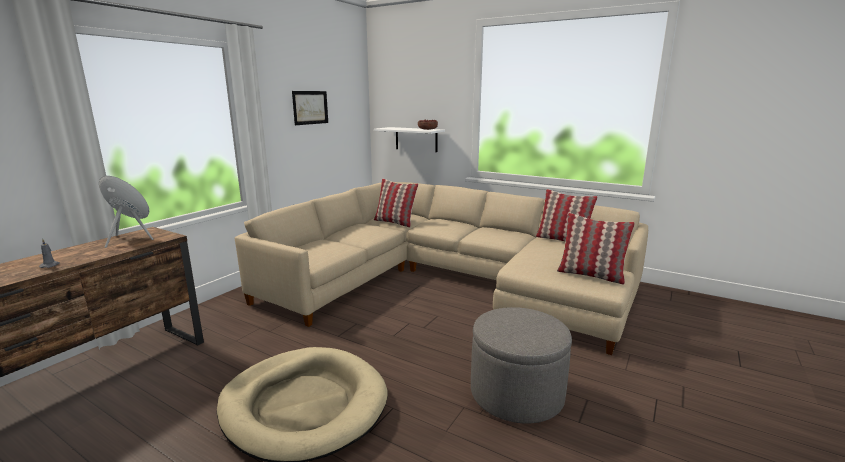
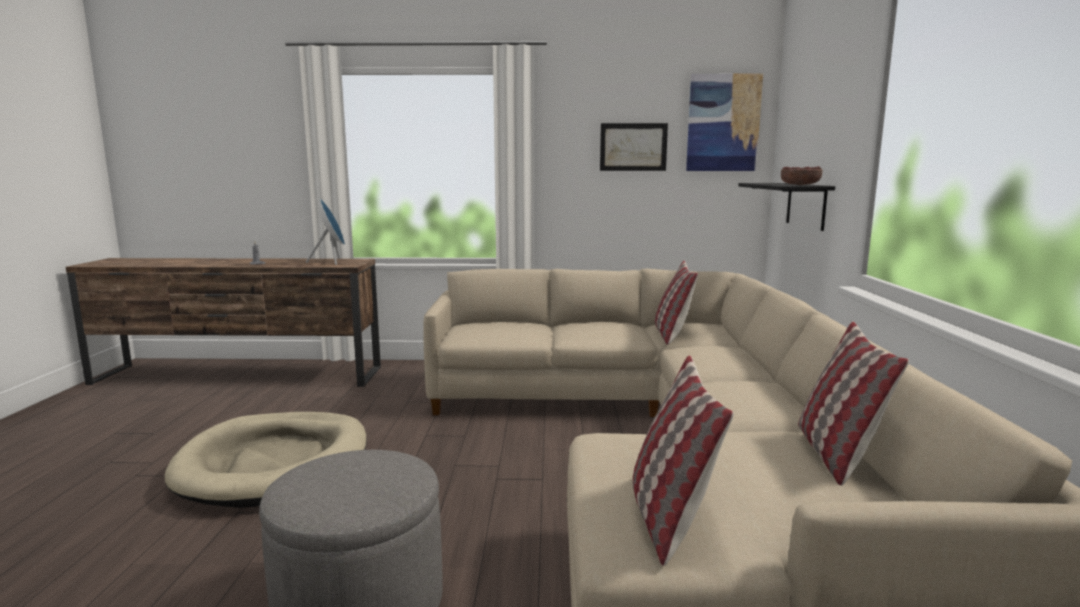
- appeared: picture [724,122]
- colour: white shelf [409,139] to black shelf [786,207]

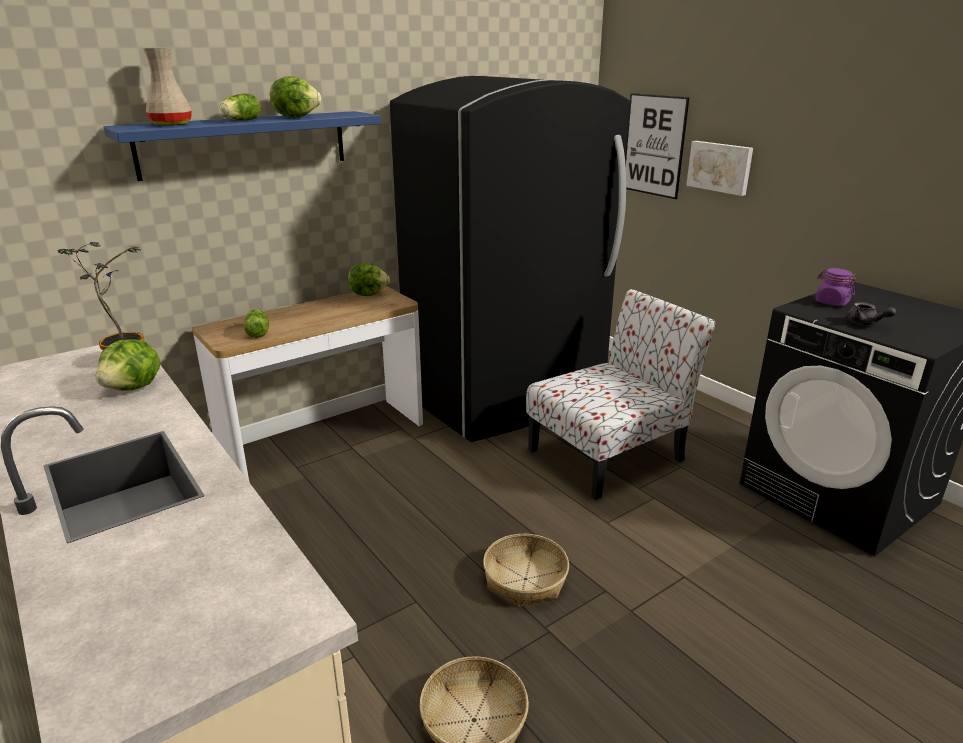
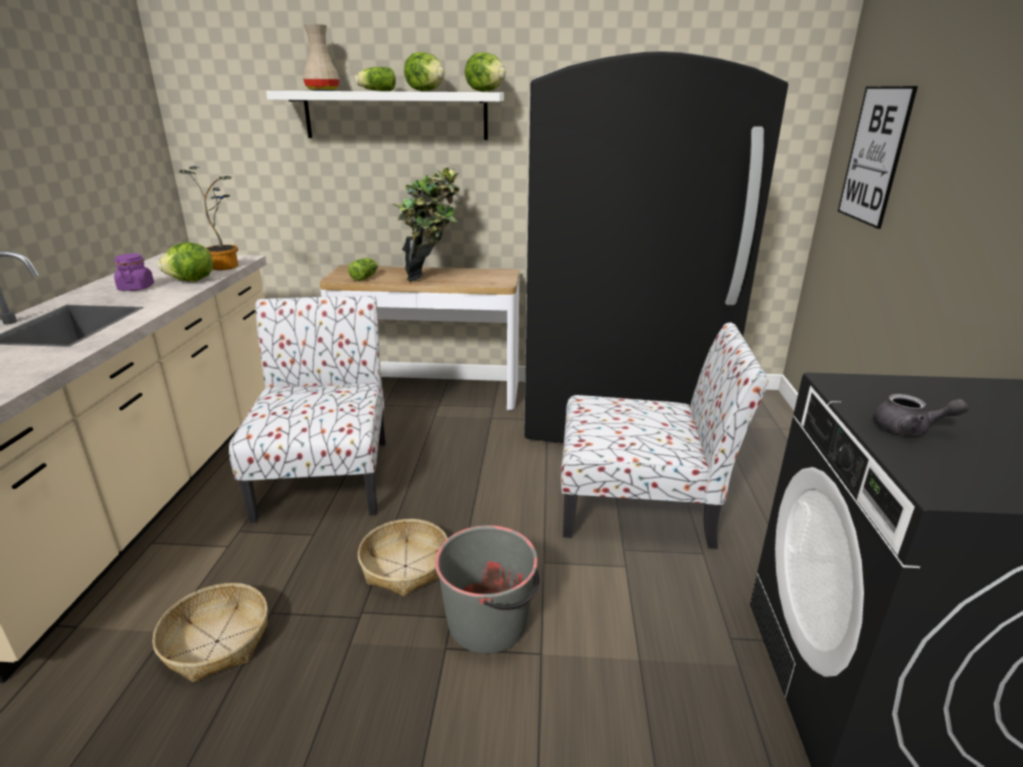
- relocated: purple jar [836,287] to [134,272]
- appeared: chair [307,409]
- colour: blue shelf [242,146] to white shelf [385,115]
- appeared: potted plant [426,224]
- appeared: grey bucket [487,589]
- relocated: lettuce [369,279] to [485,72]
- spun: grey teapot [871,313] = [921,415] 75 degrees counterclockwise
- missing: picture [719,168]

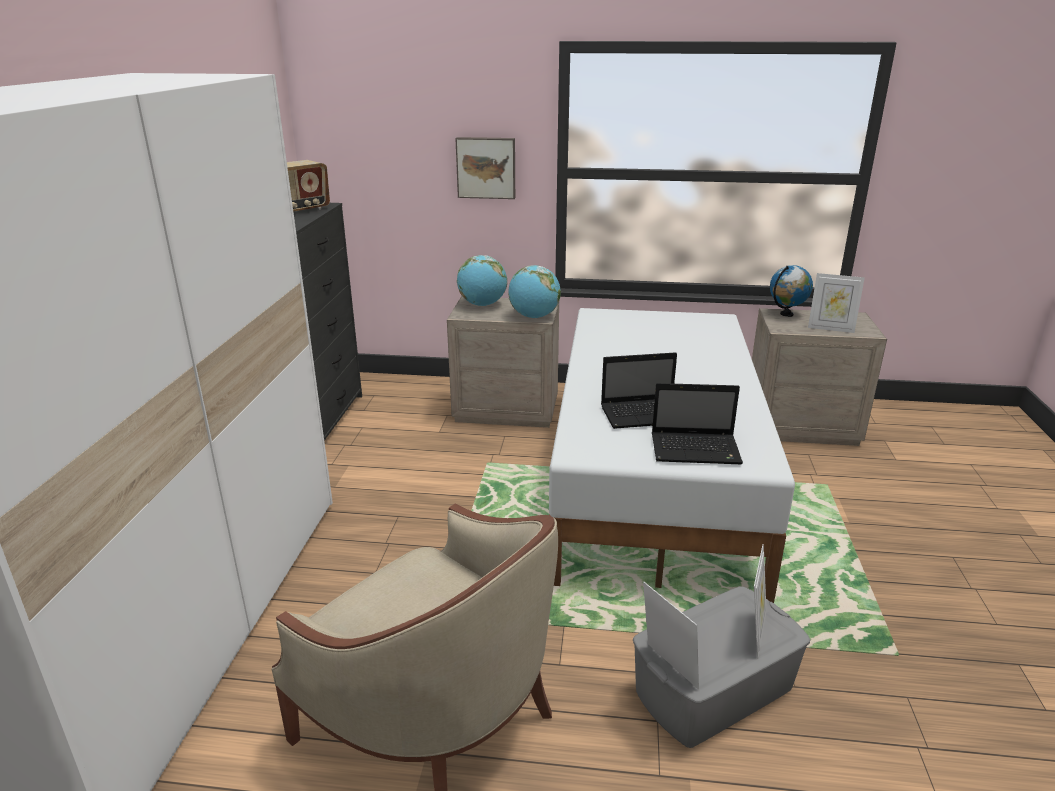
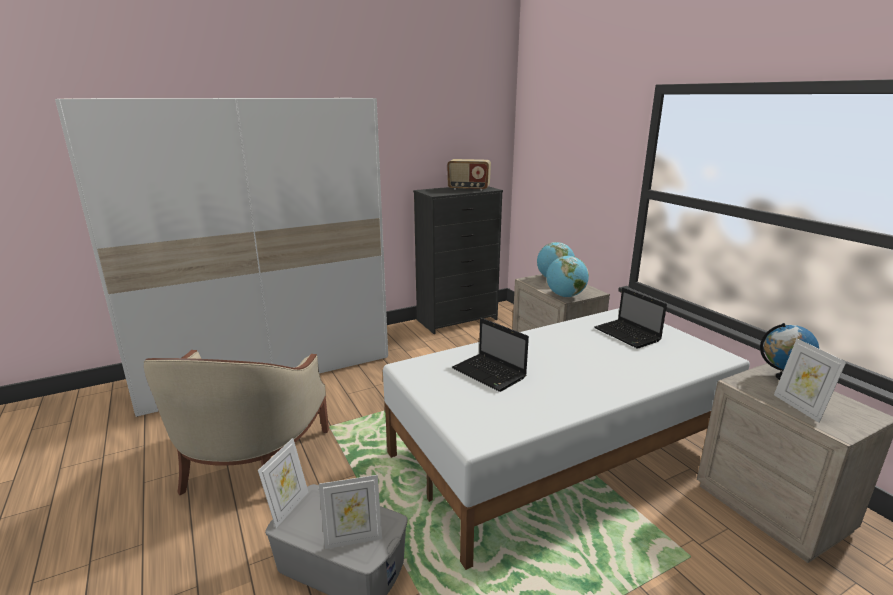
- relocated: laptop [697,423] to [630,318]
- missing: picture [485,168]

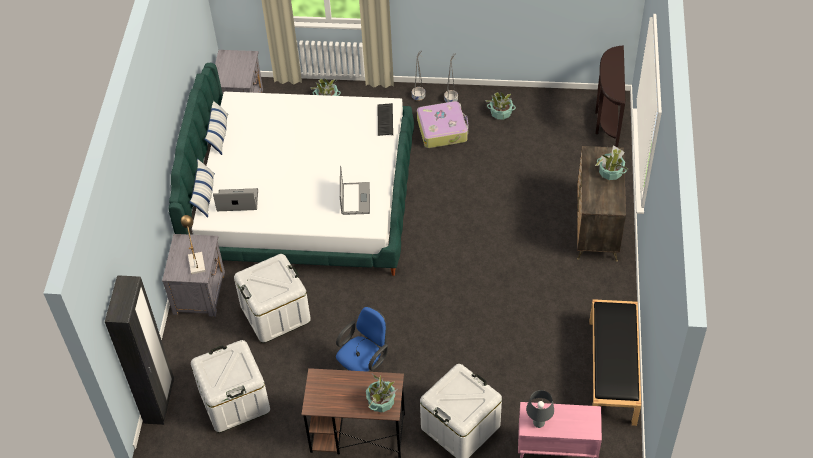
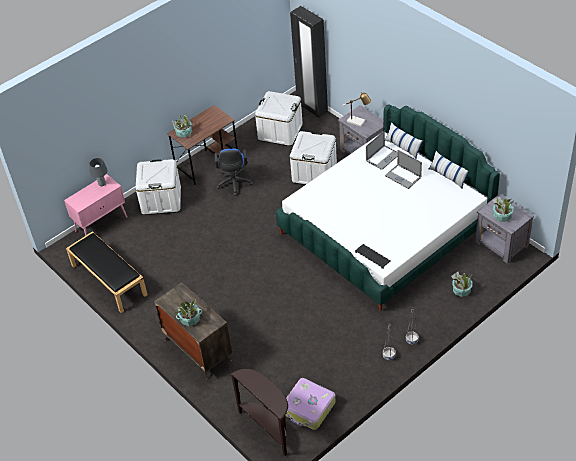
- relocated: suitcase [443,124] to [310,404]
- relocated: laptop [355,190] to [403,169]
- relocated: potted plant [500,106] to [503,209]

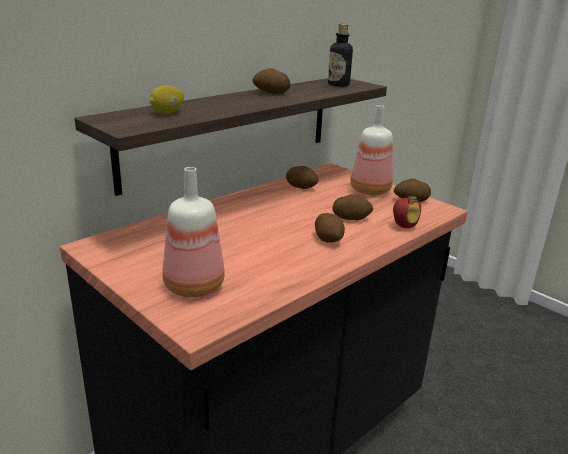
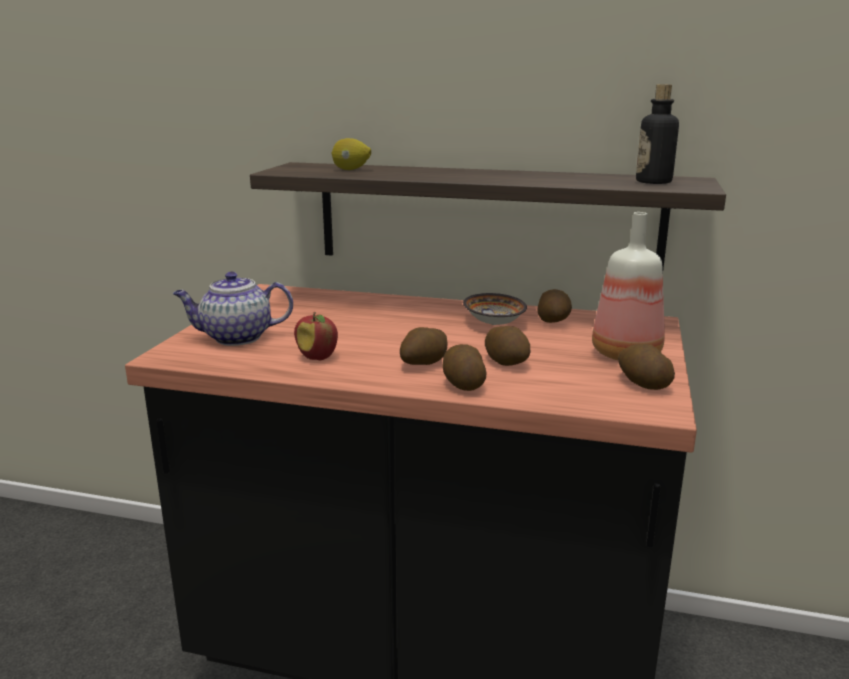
- exchanged: bottle [193,232] to teapot [233,309]
- relocated: apple [407,212] to [316,336]
- relocated: potato [272,81] to [465,367]
- appeared: bowl [495,309]

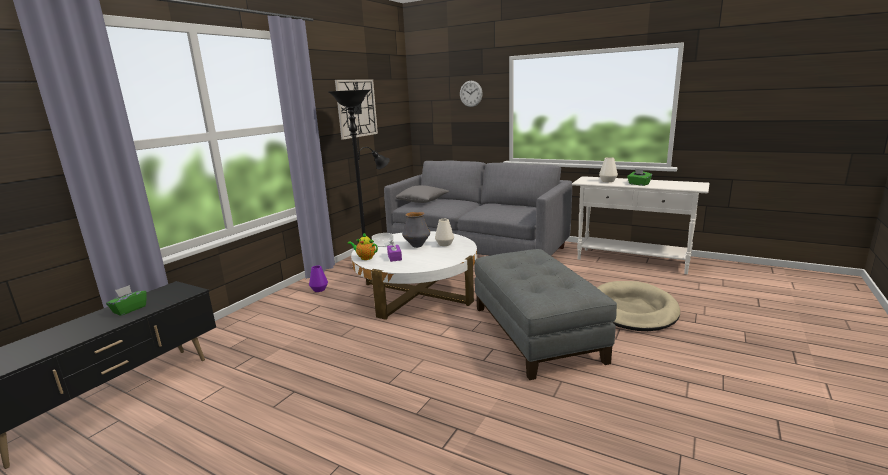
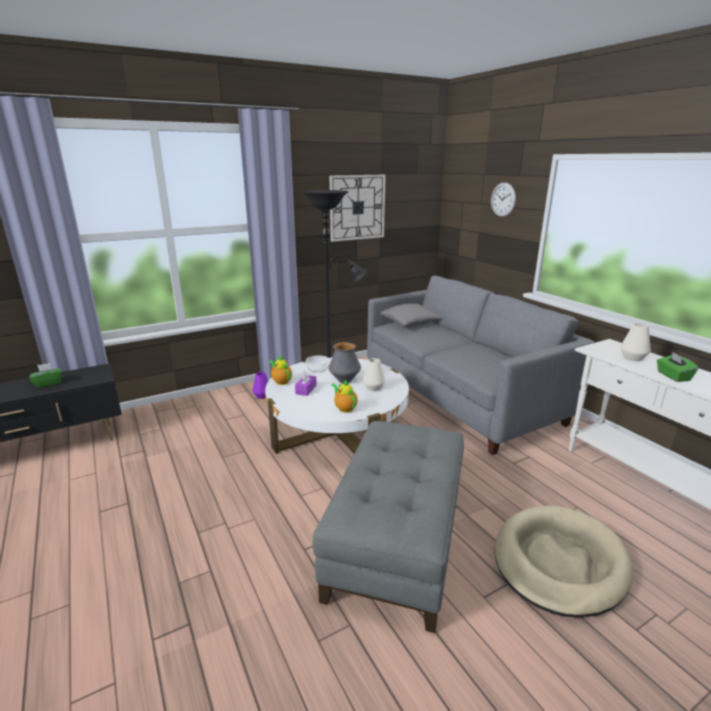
- appeared: teapot [344,396]

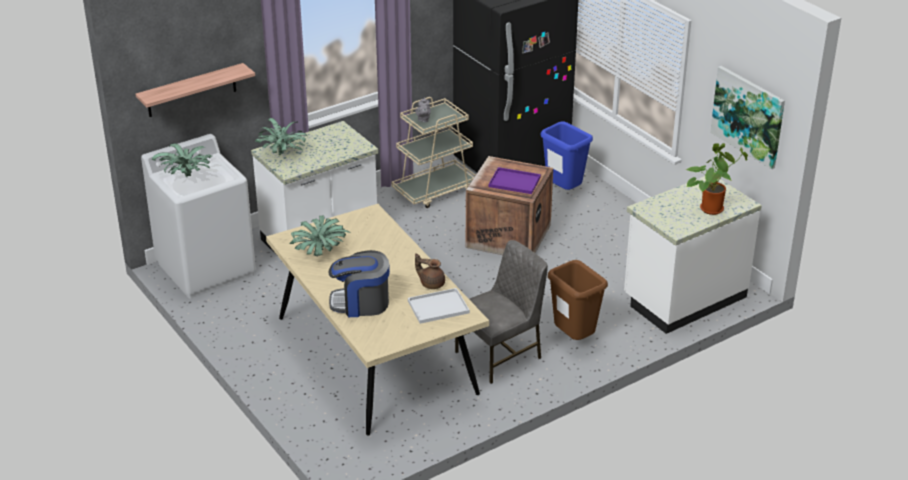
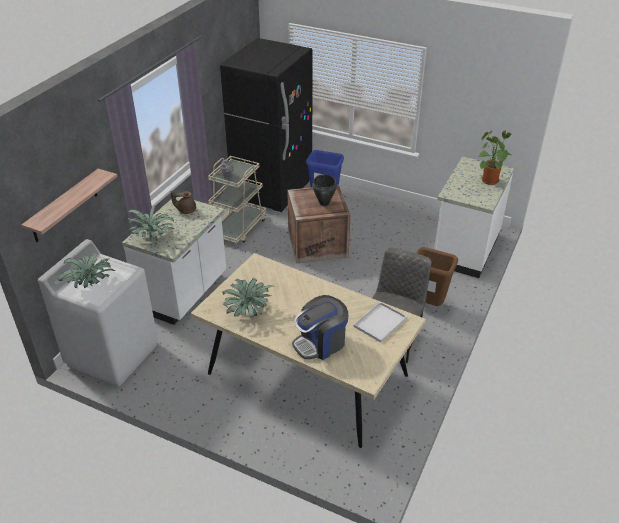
- relocated: brown teapot [430,271] to [183,202]
- exchanged: purple tray [514,180] to black cooking pot [324,190]
- missing: picture [747,117]

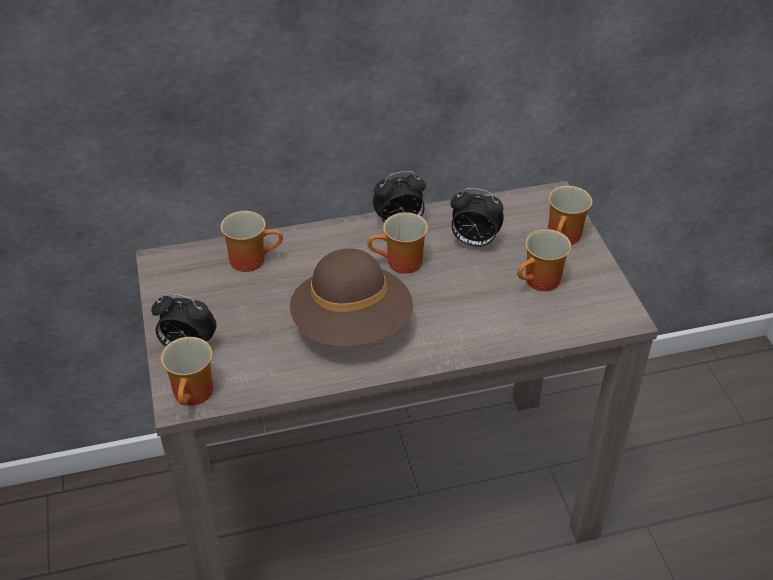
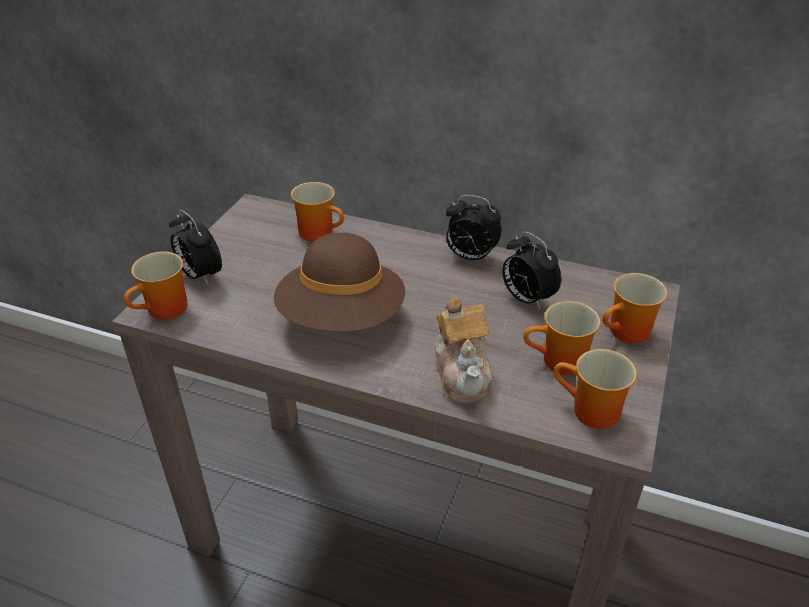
- appeared: teapot [464,350]
- relocated: mug [397,243] to [595,389]

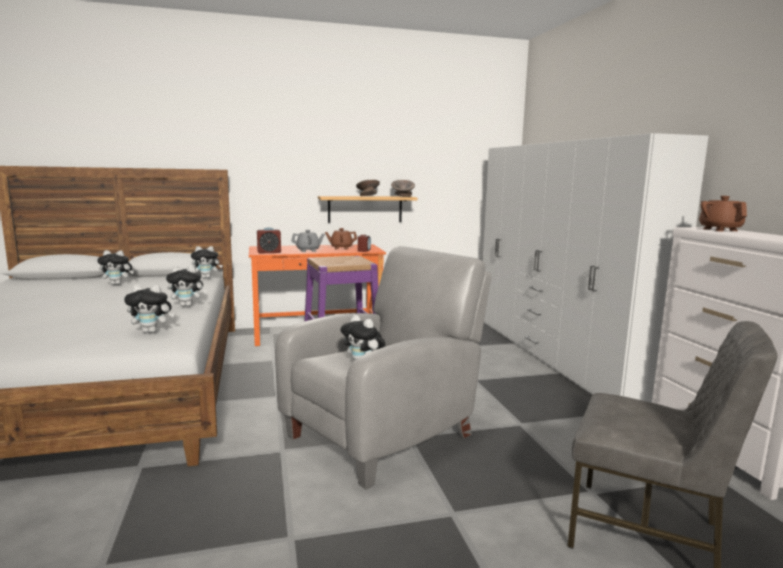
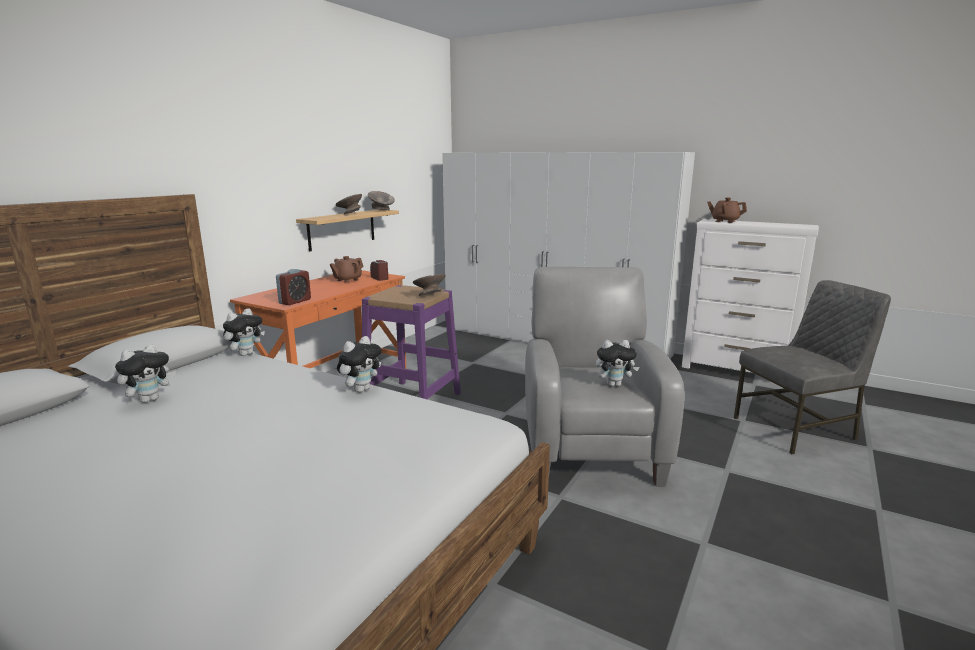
- appeared: grey bowl [429,285]
- missing: plush toy [149,308]
- missing: grey teapot [308,241]

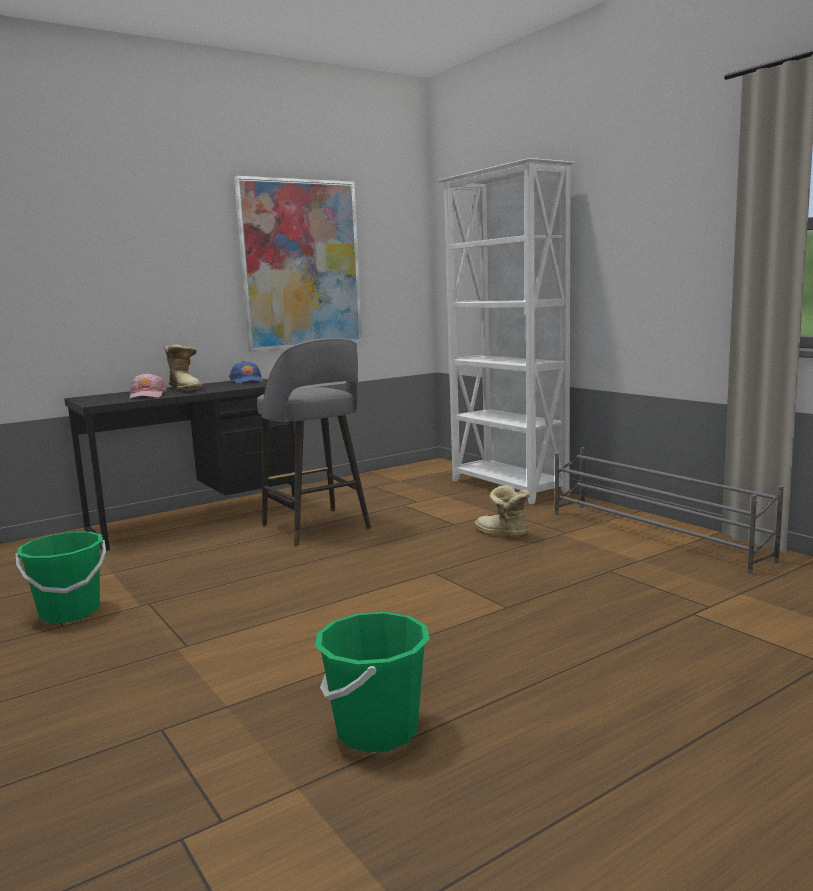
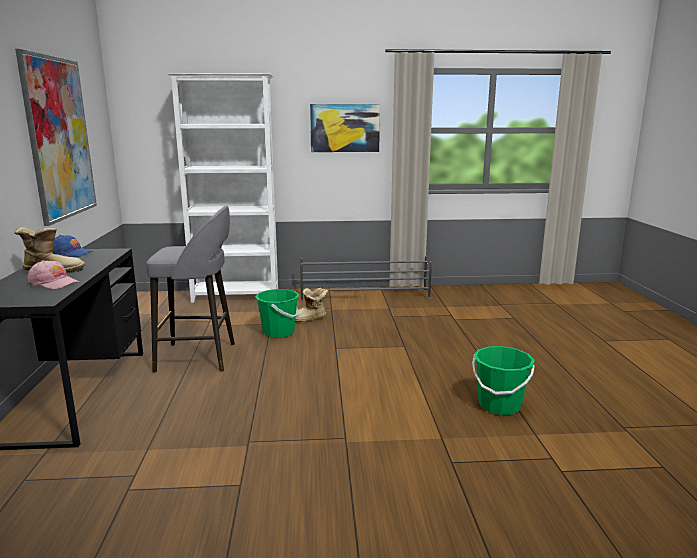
- relocated: green bucket [61,577] to [277,313]
- appeared: picture [345,128]

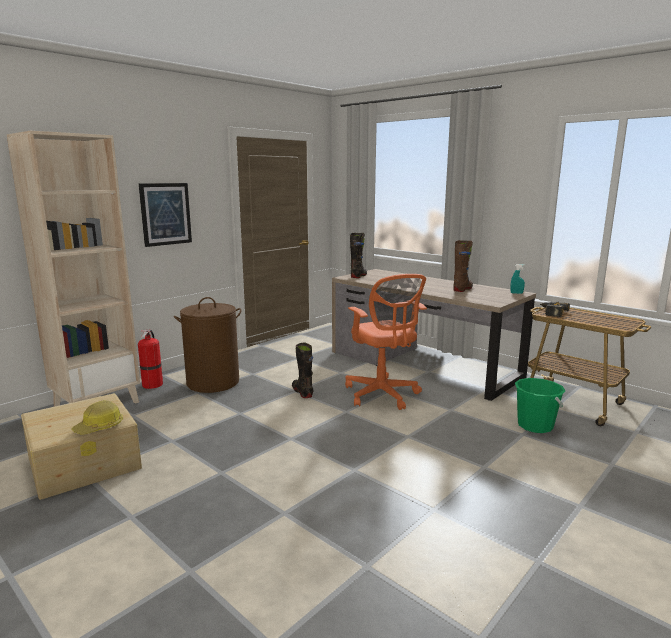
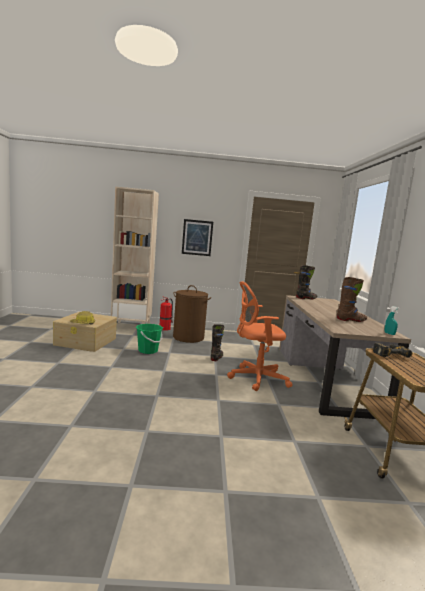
- relocated: green bucket [540,405] to [149,339]
- spun: orange office chair [386,342] = [260,336] 60 degrees clockwise

